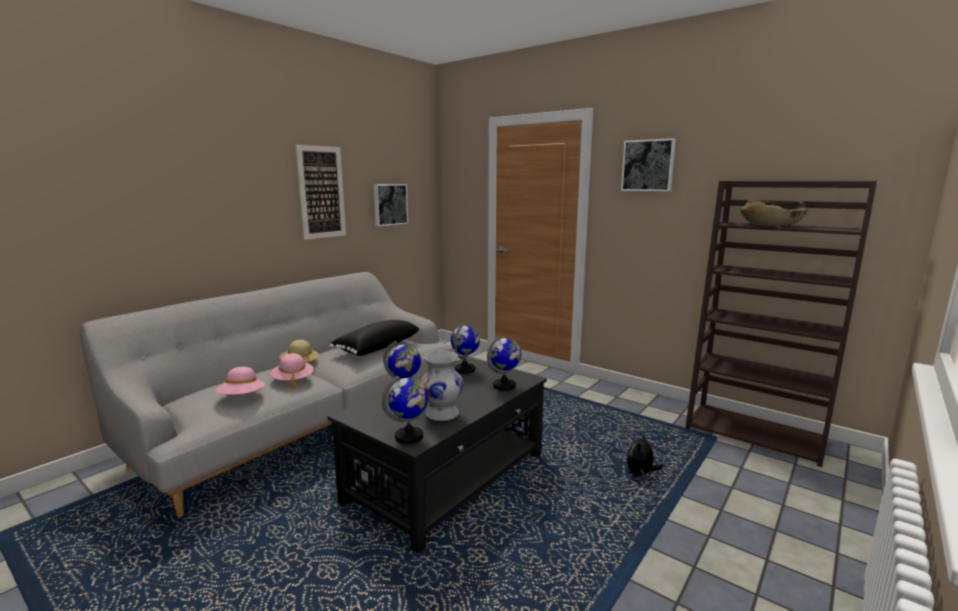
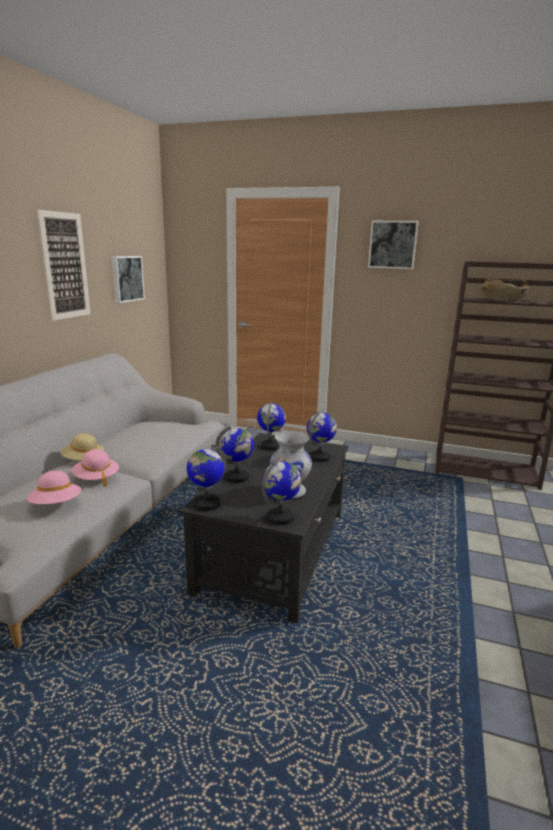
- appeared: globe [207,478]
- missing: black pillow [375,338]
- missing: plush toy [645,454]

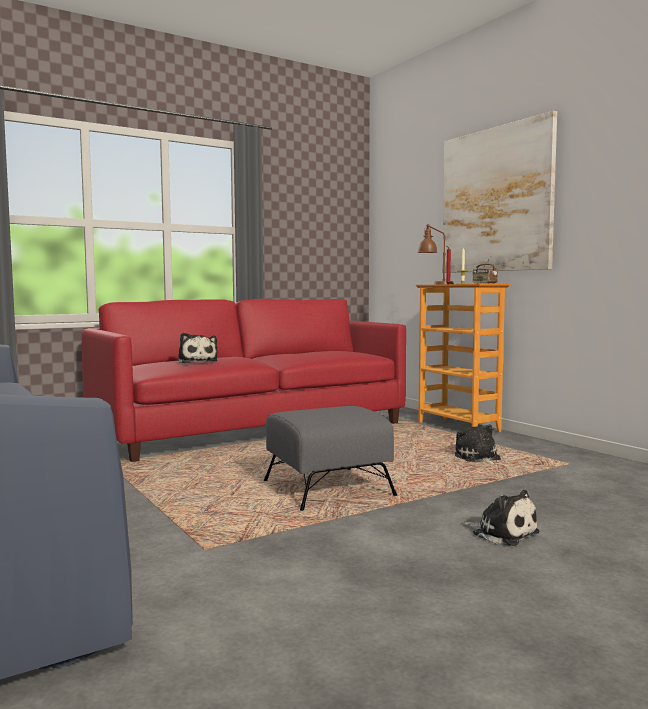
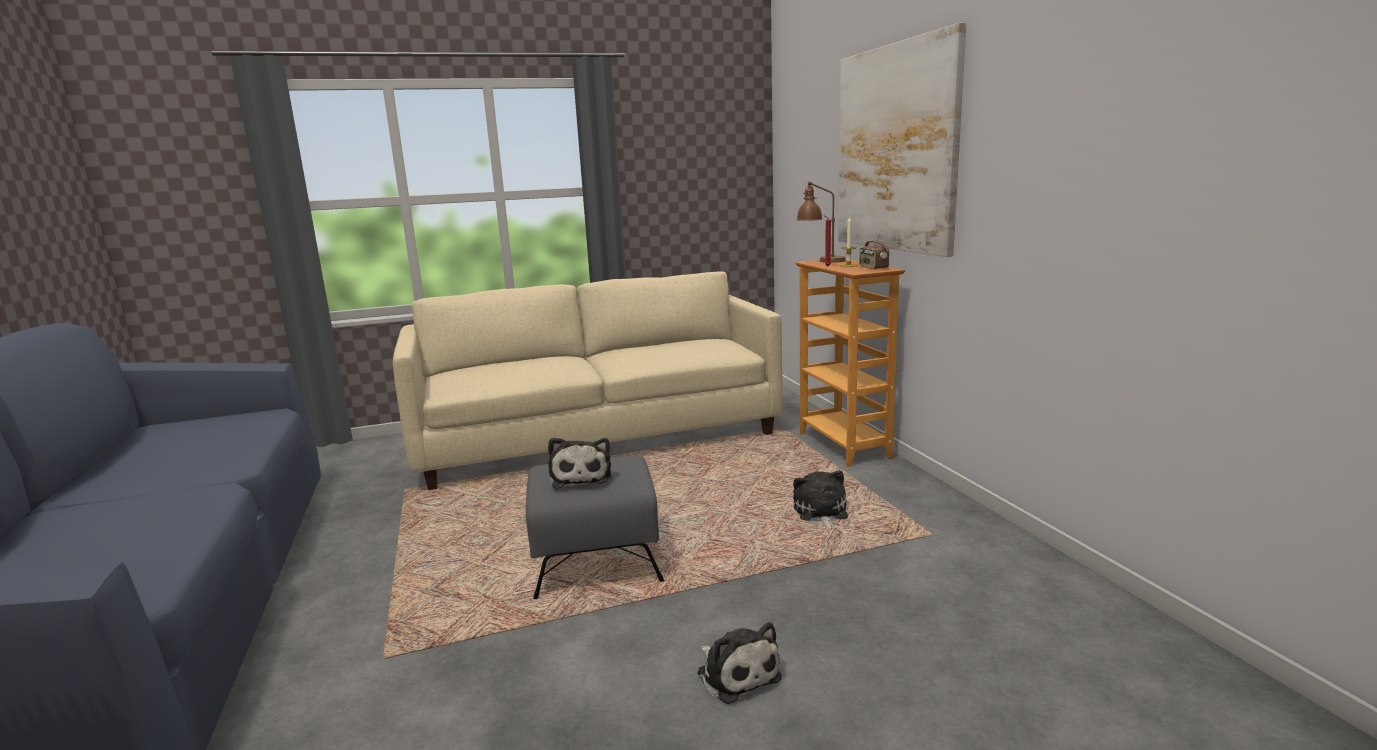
- colour: red sofa [244,380] to beige sofa [588,380]
- relocated: plush toy [198,348] to [580,463]

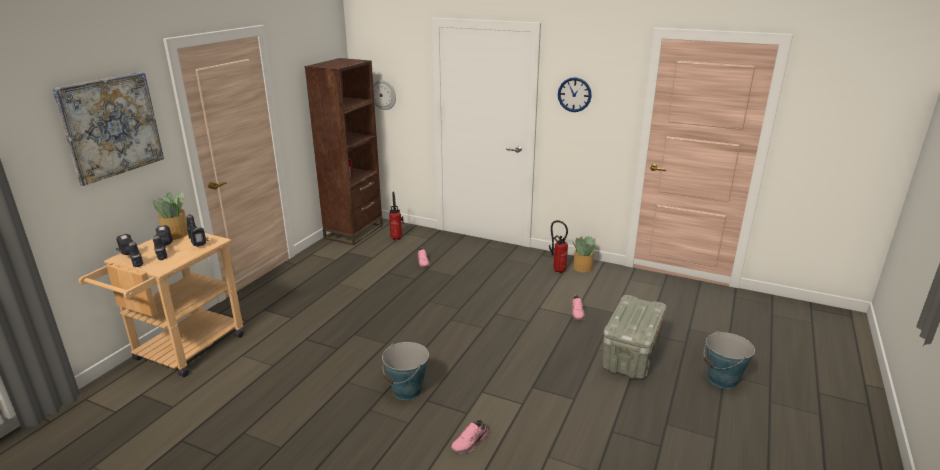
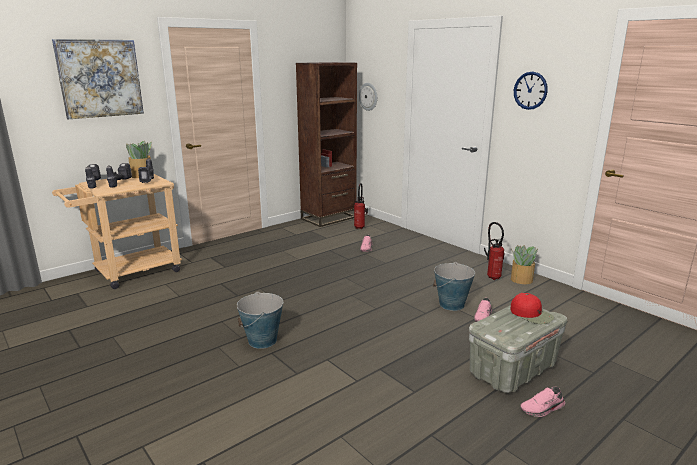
- relocated: bucket [729,360] to [454,286]
- appeared: red cap [532,308]
- relocated: pink shoe [469,436] to [542,402]

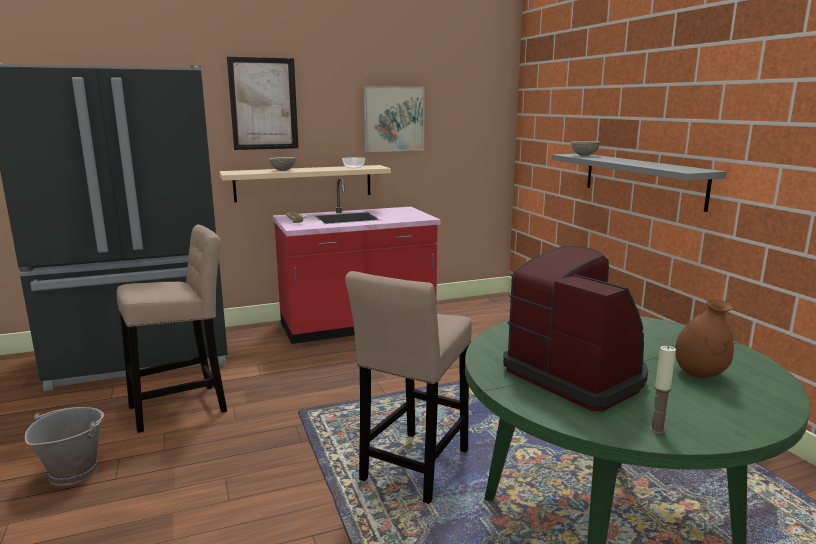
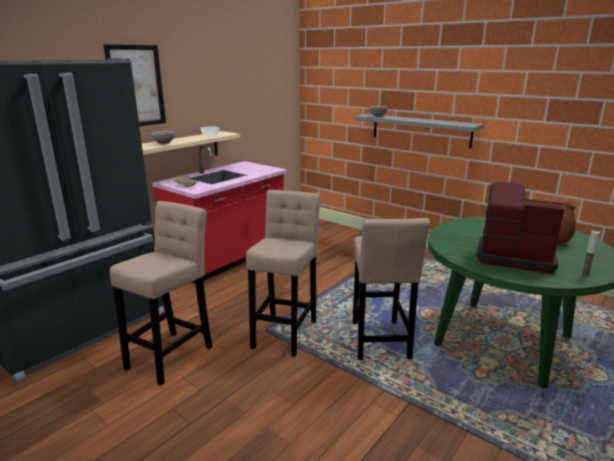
- appeared: beige stool [283,273]
- missing: grey bucket [64,446]
- missing: picture [394,119]

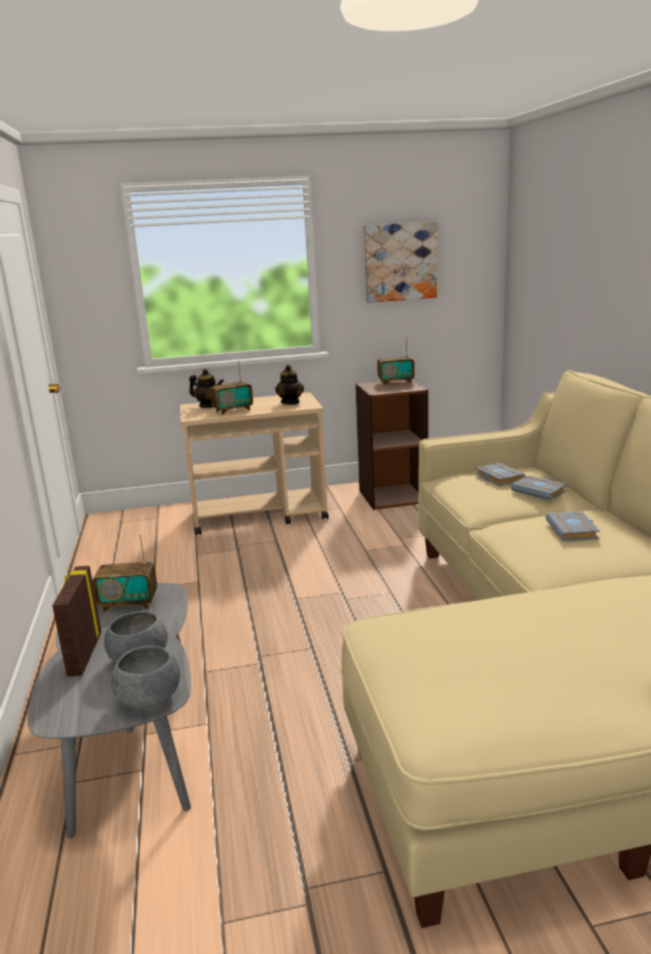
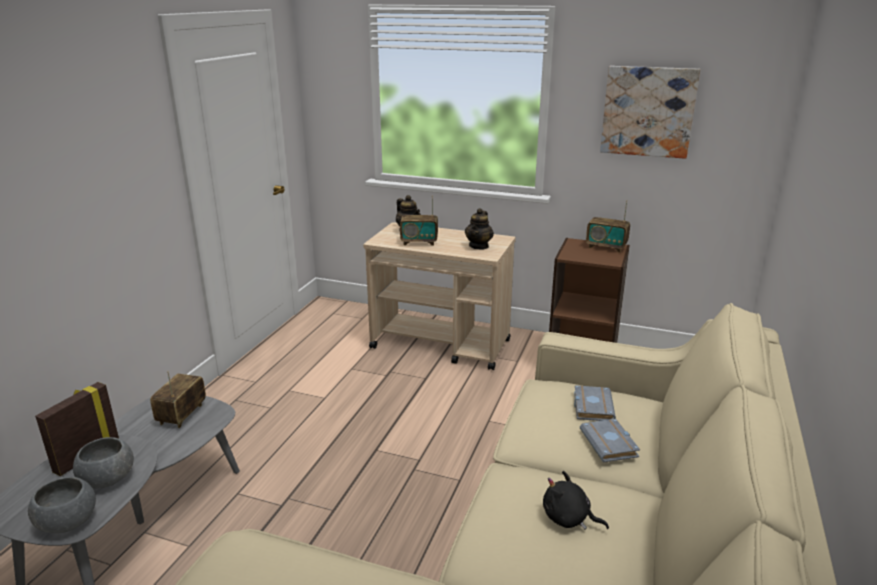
- spun: radio [124,573] = [178,399] 75 degrees clockwise
- exchanged: grey book [572,526] to black plush toy [576,500]

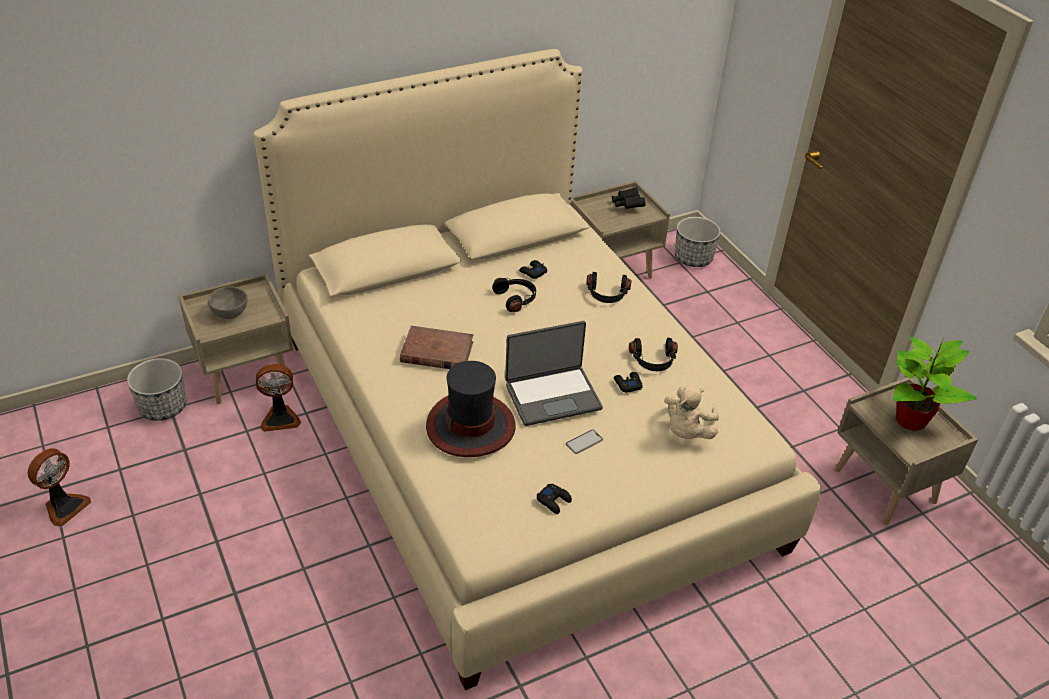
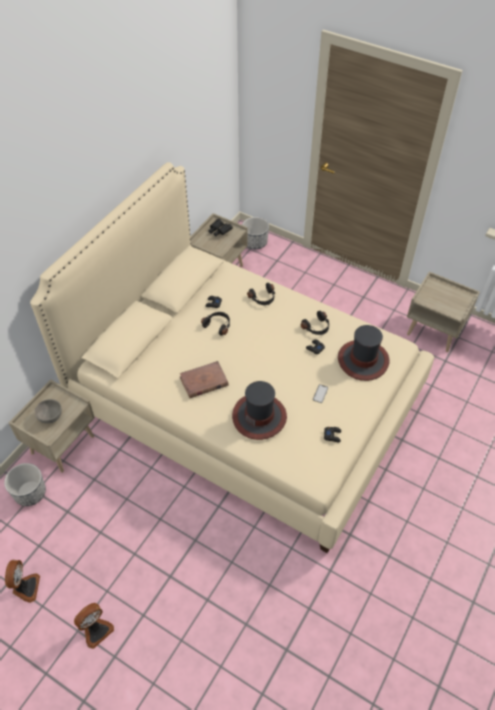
- relocated: fan [278,398] to [94,626]
- exchanged: beige plush toy [691,412] to hat [363,353]
- missing: laptop [554,373]
- missing: potted plant [935,384]

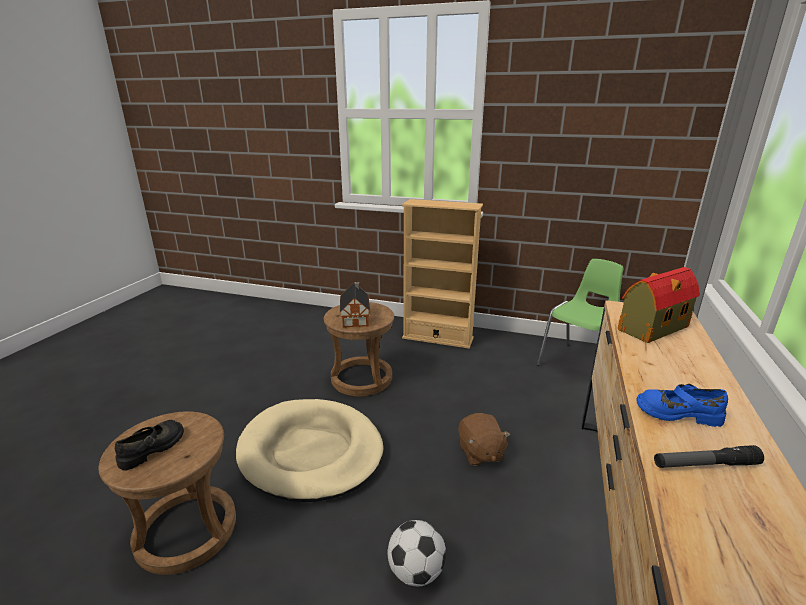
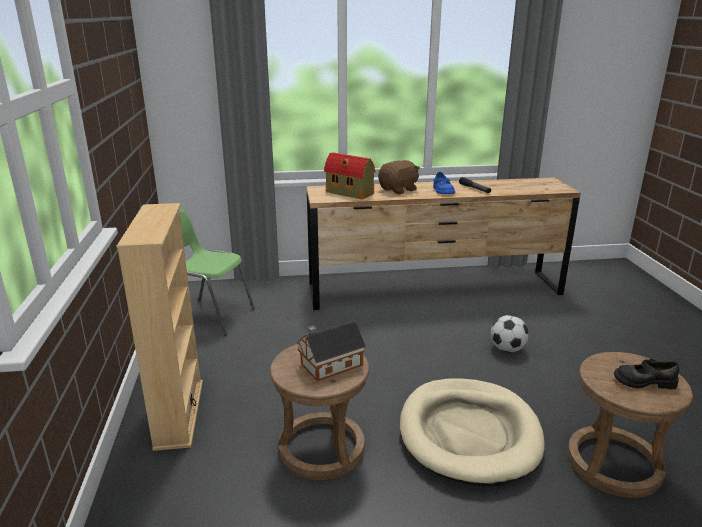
- relocated: brown plush toy [484,439] to [399,177]

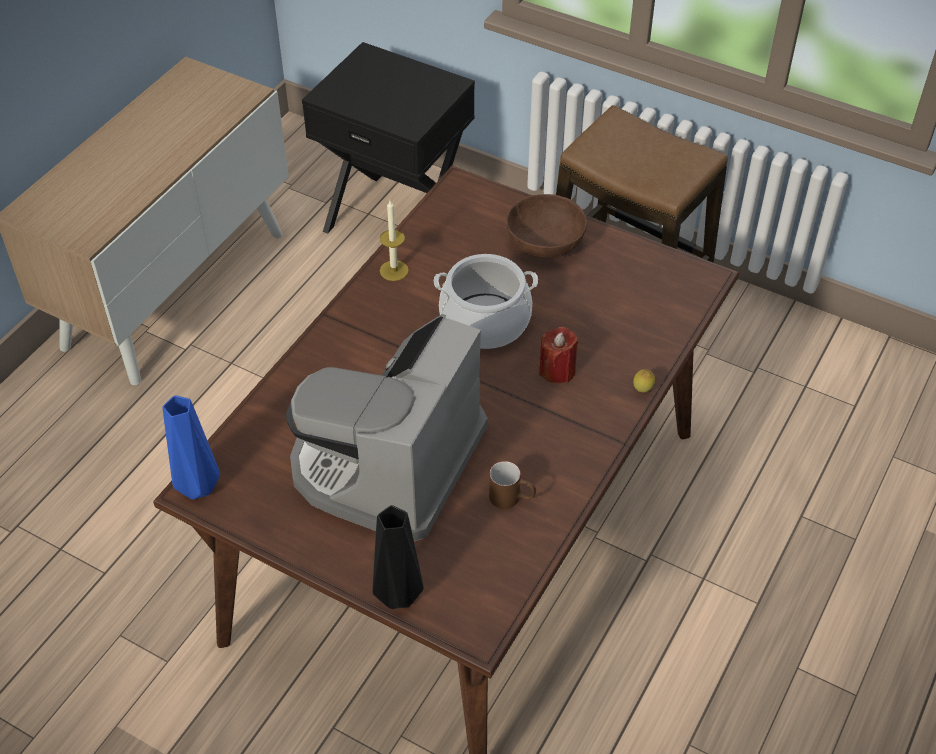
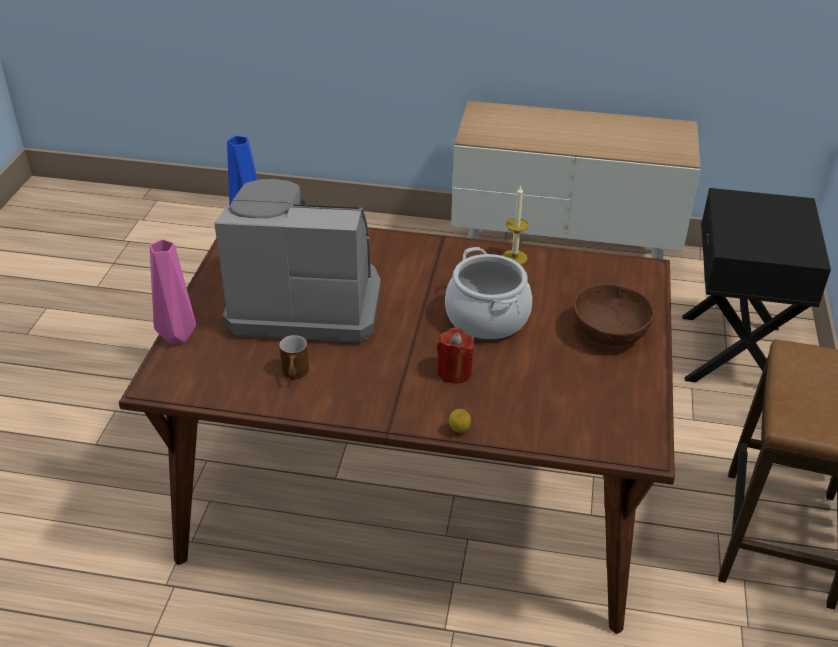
- colour: black vase [398,557] to pink vase [173,291]

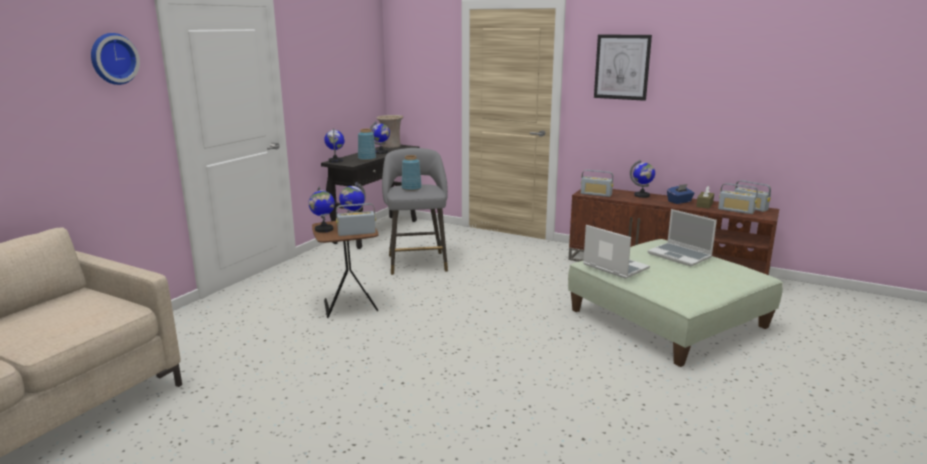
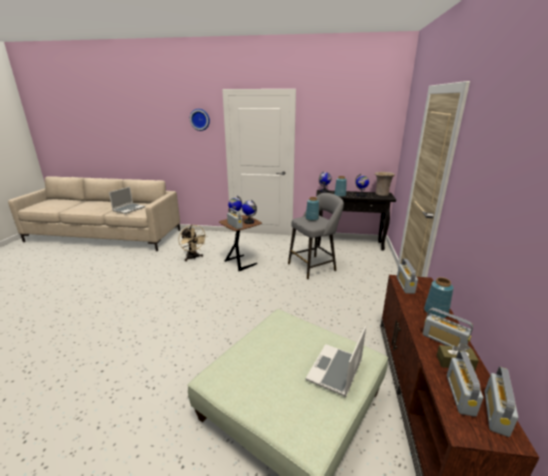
- relocated: laptop [616,252] to [127,200]
- appeared: beige fan [193,243]
- exchanged: blue tissue box [681,194] to radio [447,327]
- exchanged: globe [642,179] to blue vase [439,297]
- missing: picture [623,67]

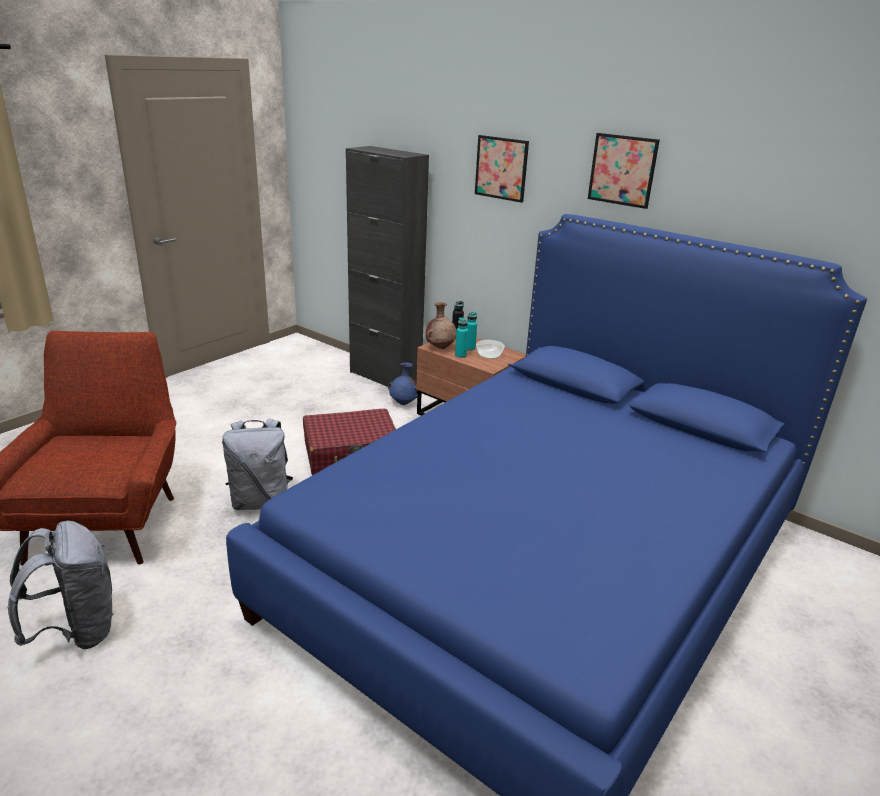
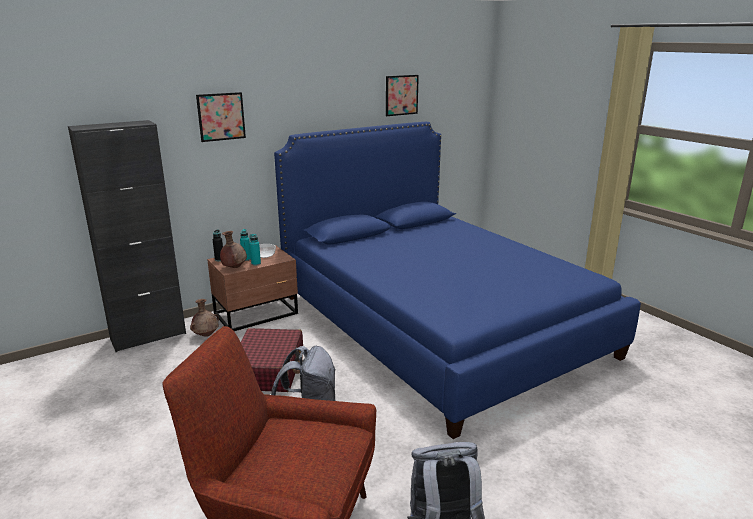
- colour: blue vase [403,383] to brown vase [204,318]
- relocated: picture [624,171] to [402,95]

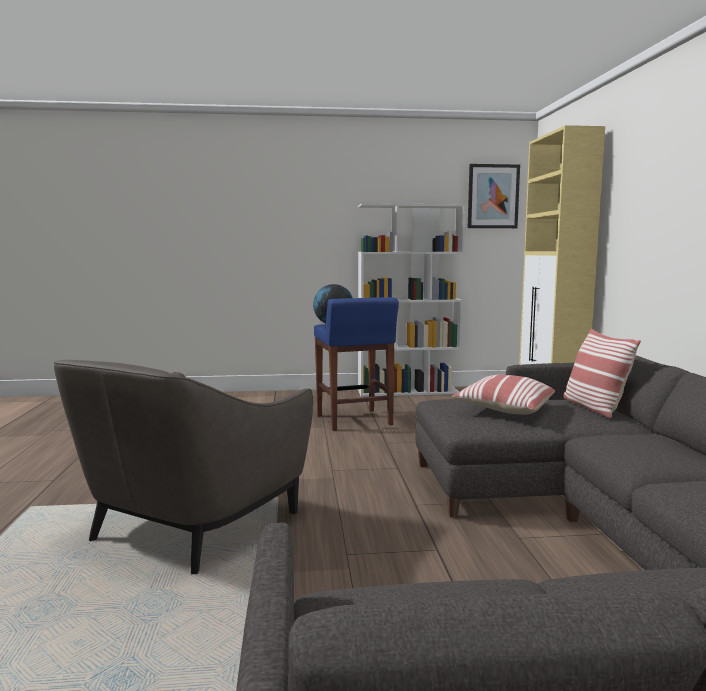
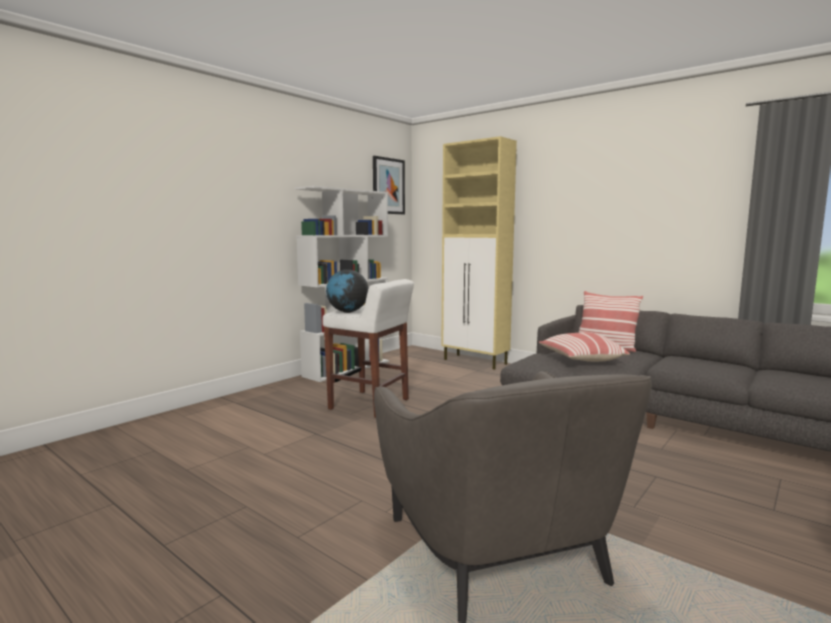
- colour: blue stool [356,364] to white stool [368,348]

